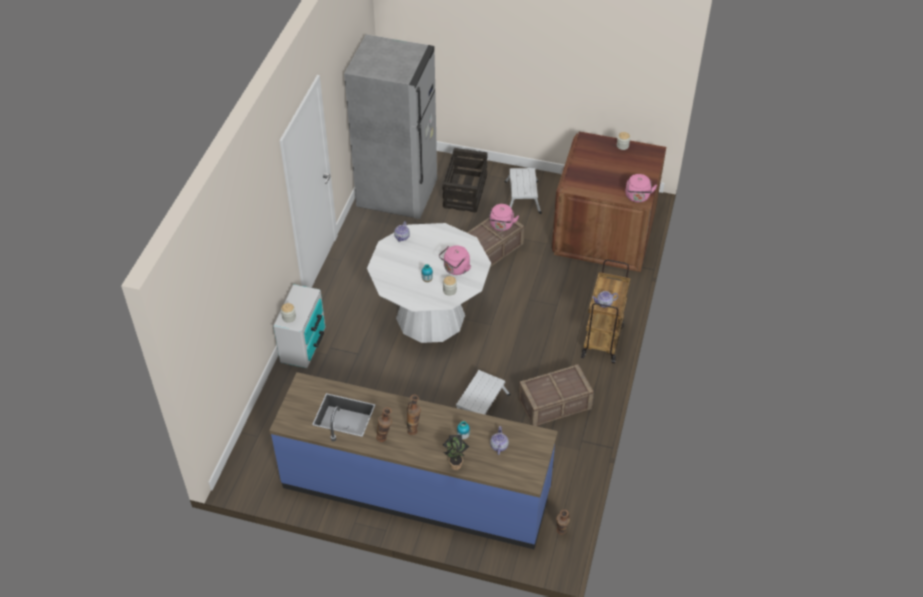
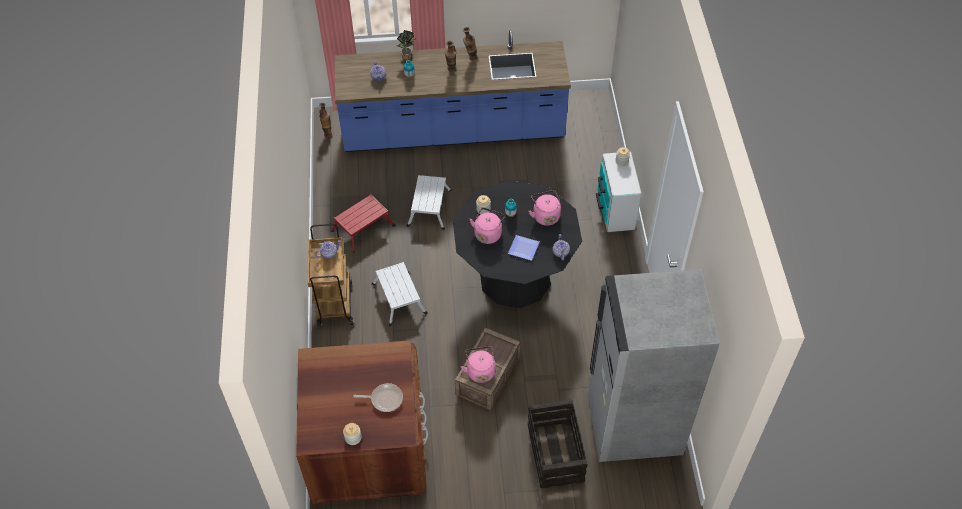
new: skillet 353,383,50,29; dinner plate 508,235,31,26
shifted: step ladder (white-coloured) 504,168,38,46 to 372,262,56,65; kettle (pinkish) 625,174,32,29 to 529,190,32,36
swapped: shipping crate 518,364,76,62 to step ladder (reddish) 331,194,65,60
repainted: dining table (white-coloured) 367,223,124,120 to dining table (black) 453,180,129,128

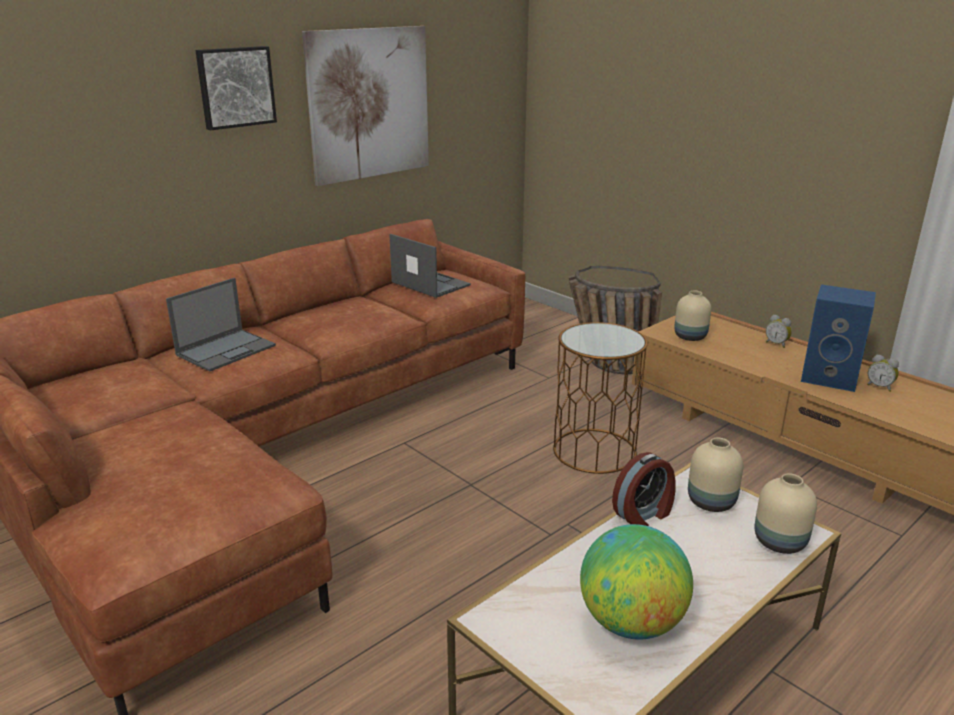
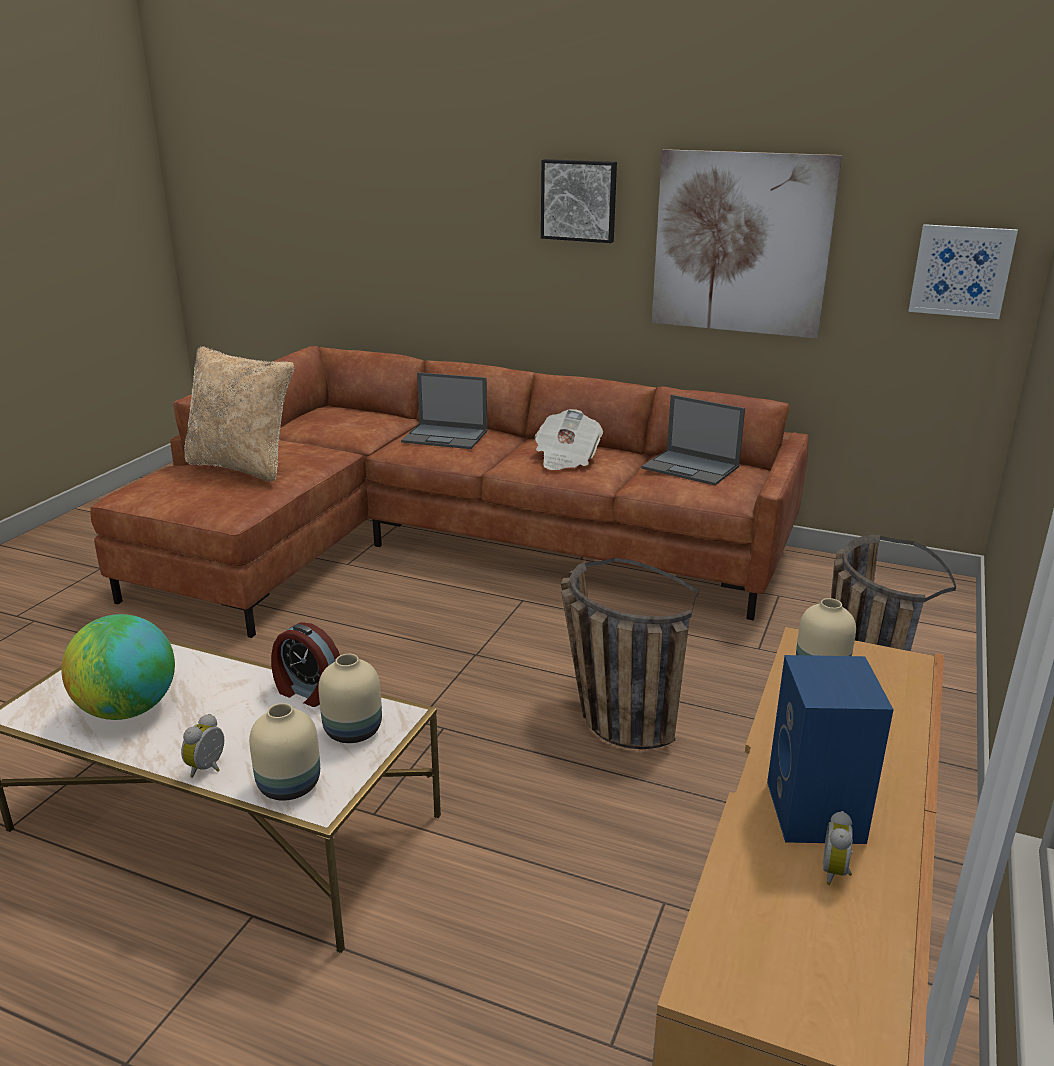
new: pillow (beige-coloured) 184,346,110,136; daily paper 535,409,68,61; wall art 908,224,110,95
shifted: table clock 766,314,26,34 to 181,714,43,64
swapped: side table (brown-coloured) 553,322,95,152 to household basket 561,558,138,191
rotated: notebook computer 389,234,82,64 = 642,395,103,90 105 degrees clockwise

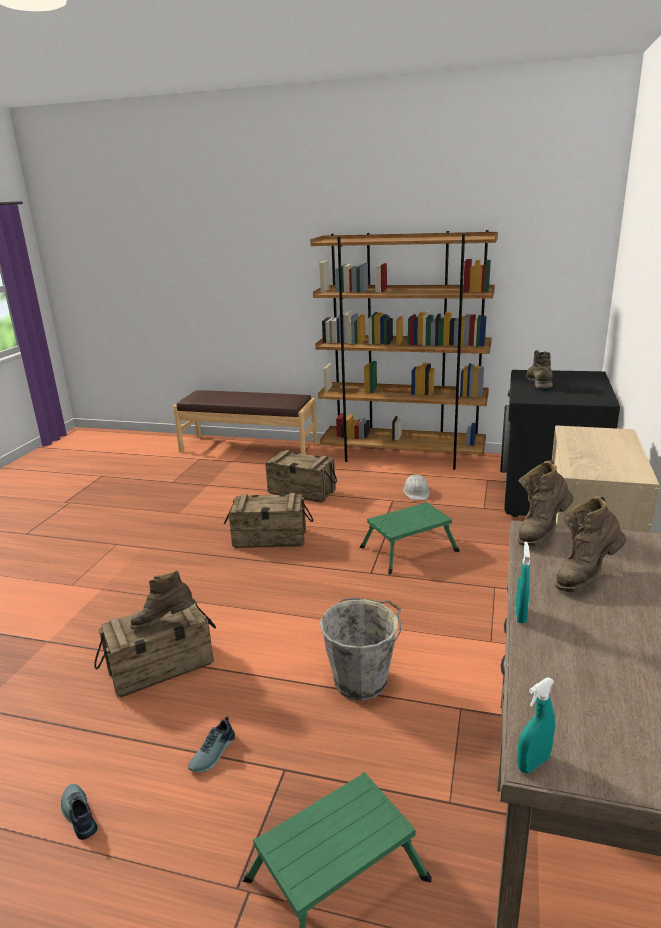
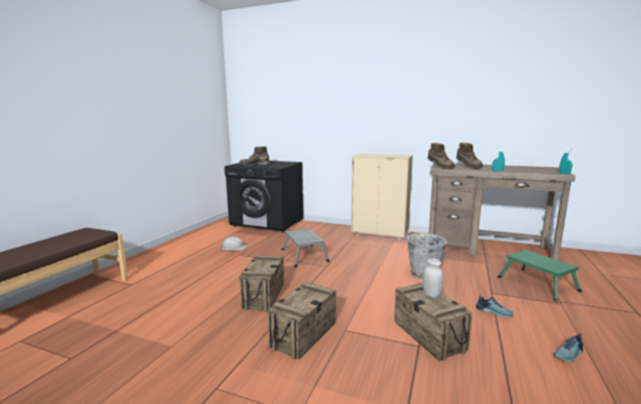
gone: bookshelf (brown-coloured) 310,230,188,240
shifted: shipping crate 265,450,72,53 to 267,282,69,77
swapped: high-top boot (brown-coloured) 130,570,65,59 to jar (white-coloured) 423,258,20,40
repainted: step ladder (green) 359,502,101,72 to step ladder (greyish) 281,228,49,39

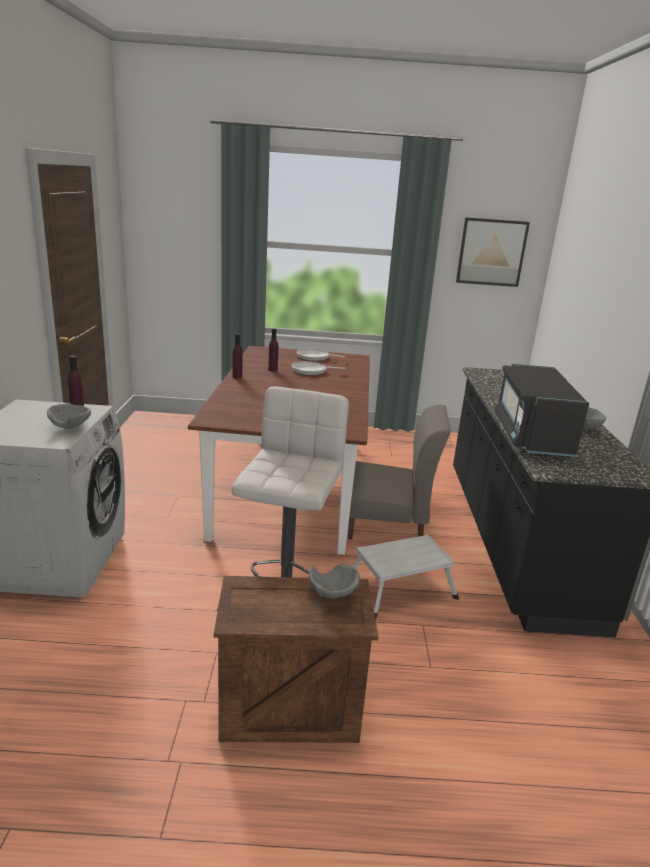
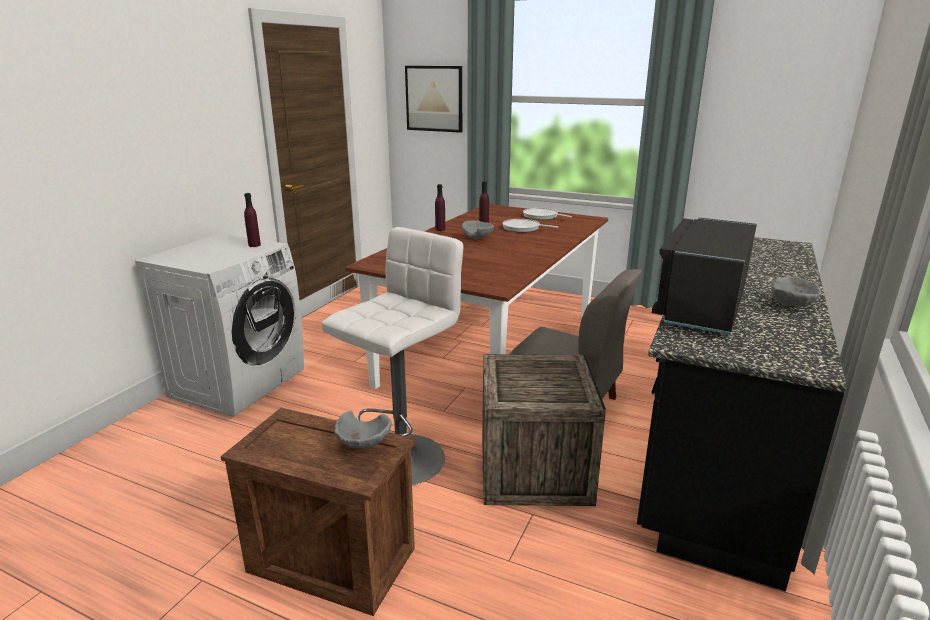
shifted: bowl (greyish) 47,403,44,26 to 462,220,32,20; wall art 456,217,74,70 to 405,66,57,67
swapped: step ladder (white-coloured) 353,535,106,85 to shipping crate 482,354,124,152

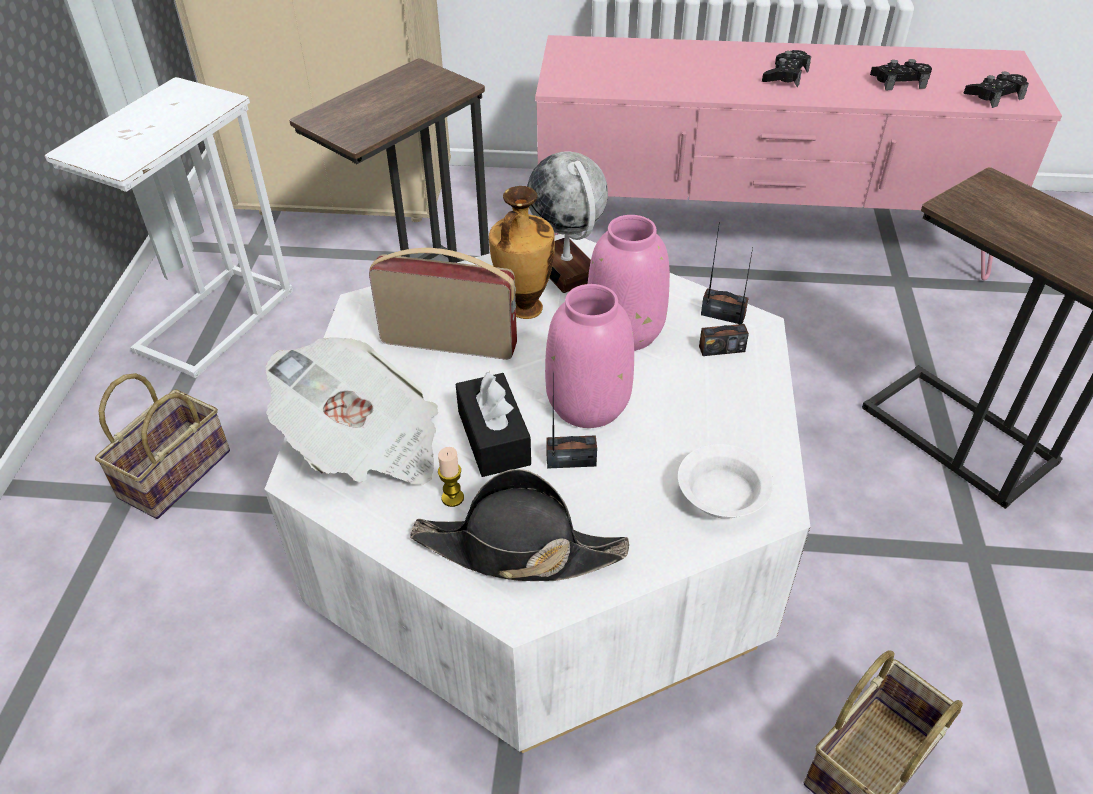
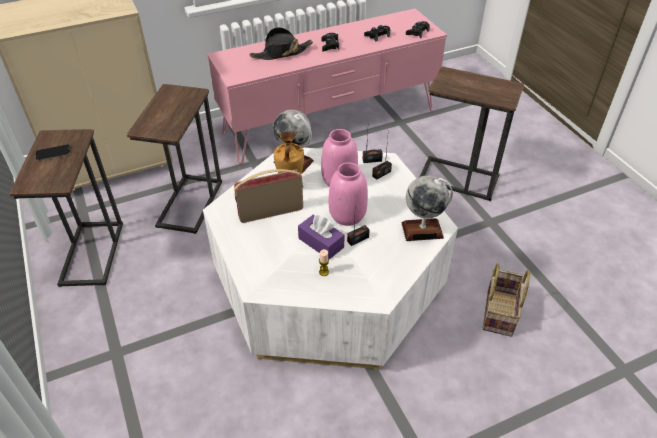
gone: household basket 95,373,135,146; daily paper 266,337,172,148
new: telephone 36,144,35,17
shifted: hat (black) 410,469,219,112 to 249,27,64,33
swapped: bowl (white-coloured) 678,444,95,75 to desk globe 402,176,51,65
repainted: side table (white-coloured) 45,77,248,301 to side table (brown-coloured) 9,129,114,158; tissue holder (black) 456,371,75,106 to tissue holder (purplish) 298,214,47,45

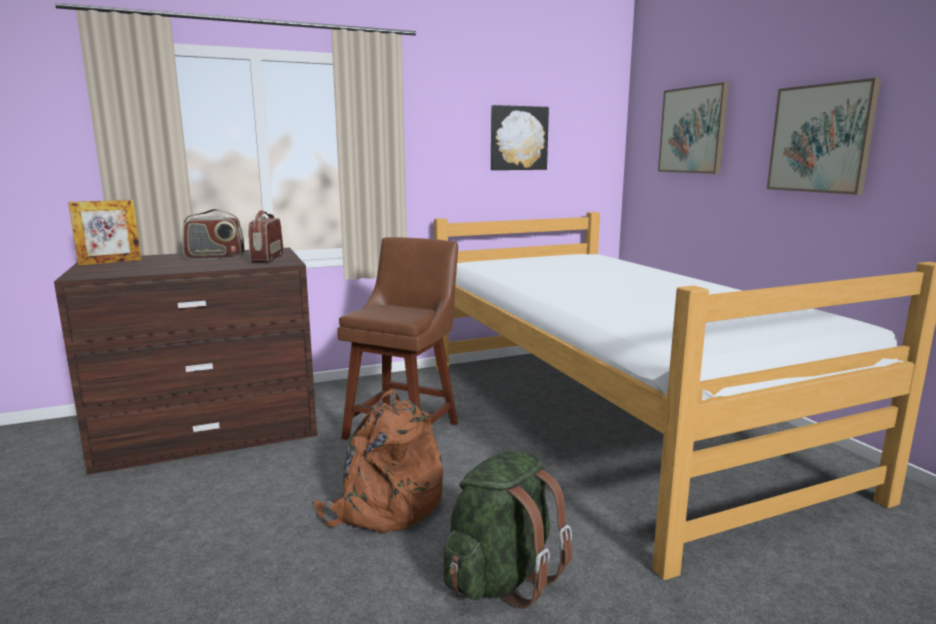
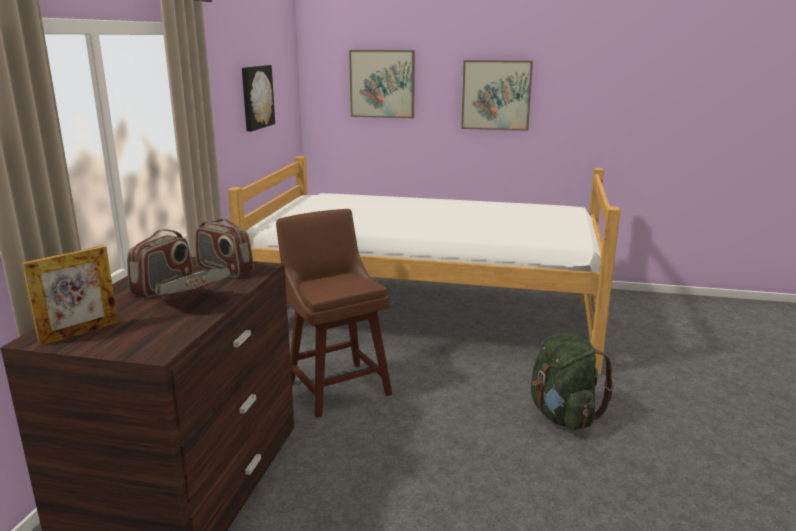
gone: knapsack (brown-coloured) 313,389,130,144
new: daily paper 155,268,76,27
rotated: standing frame 68,200,73,66 = 22,245,96,101 45 degrees clockwise

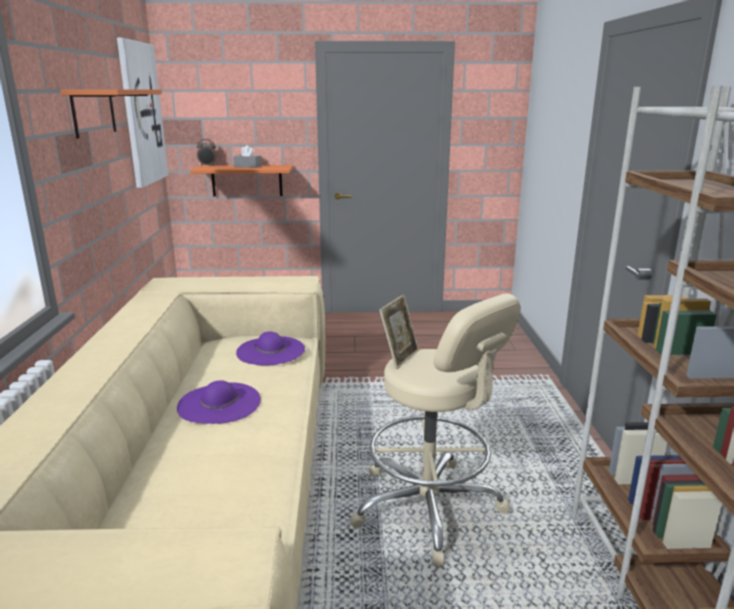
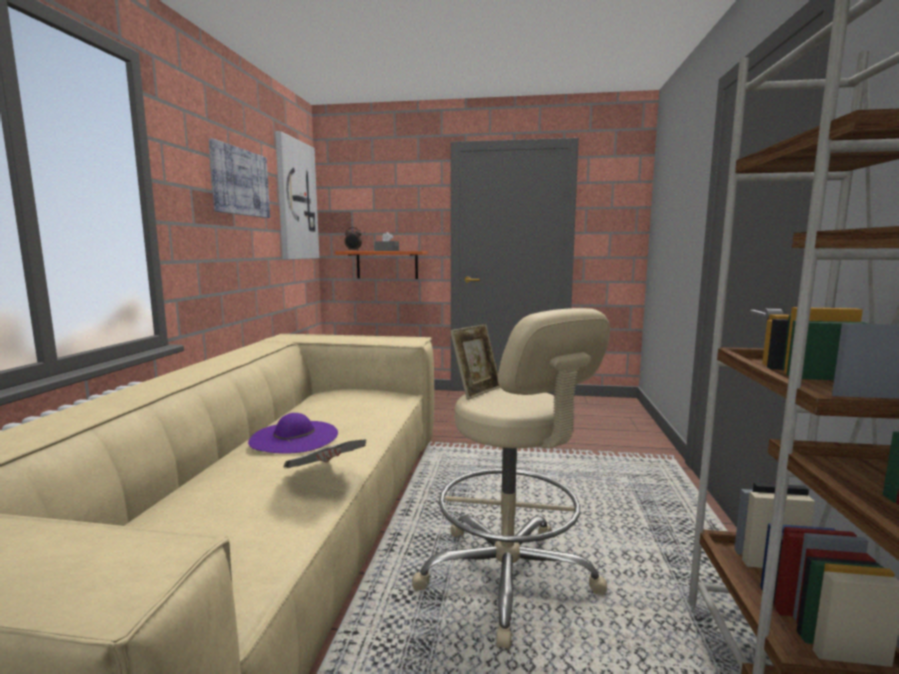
gone: hat (purplish) 236,331,69,35
new: daily paper 283,440,83,29
swapped: wall shelf (orange) 61,90,101,48 to wall art 209,138,61,80

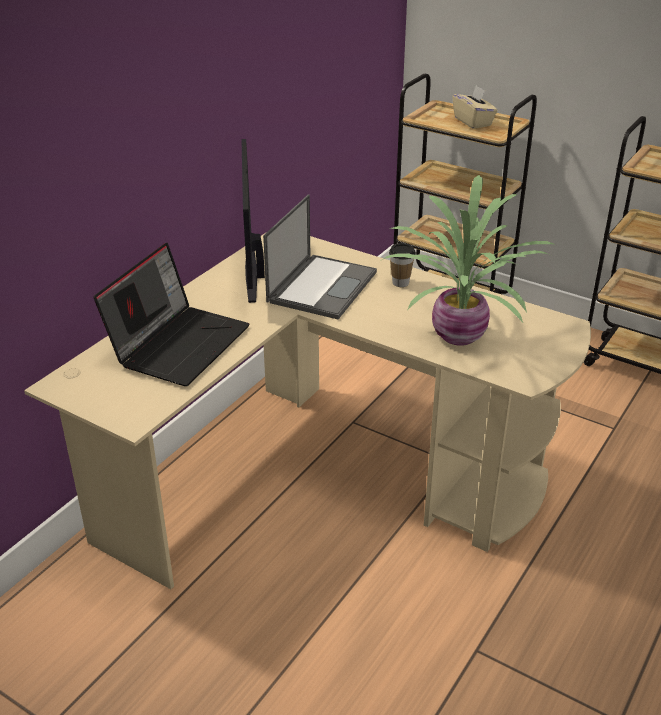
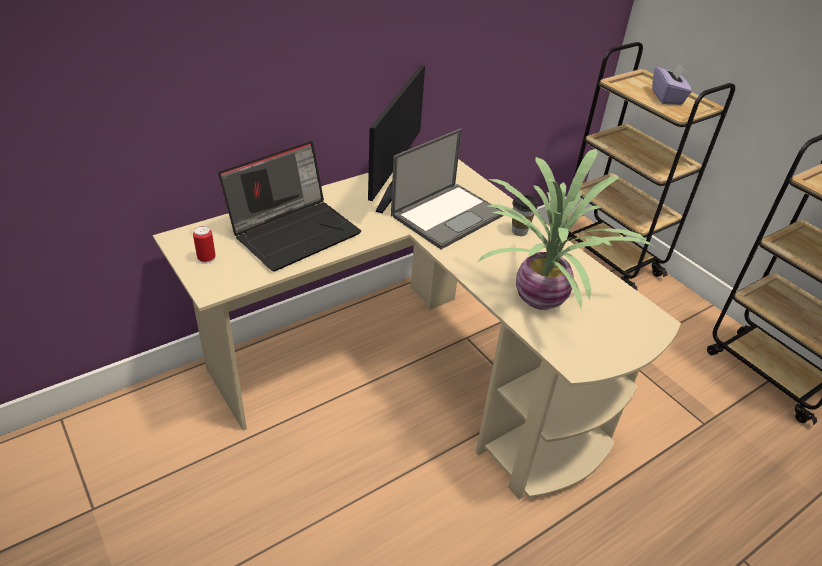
new: can 193,226,23,38
repainted: tissue holder (beige-coloured) 452,85,46,44 to tissue holder (purplish) 652,63,40,42

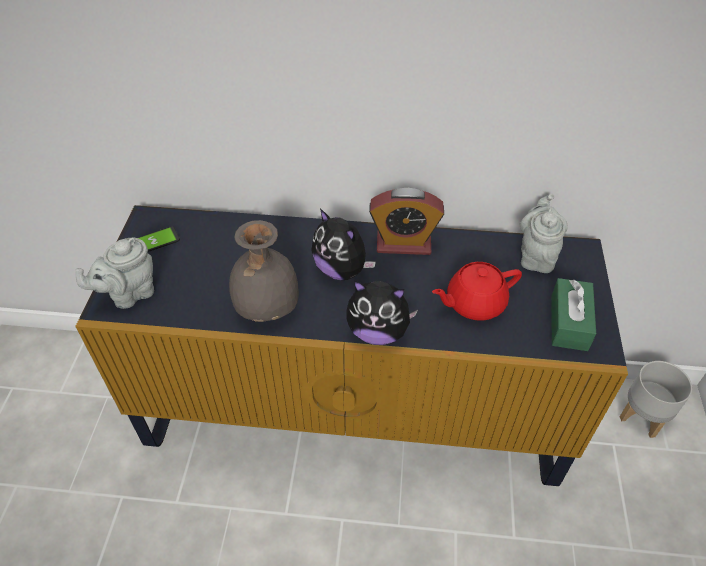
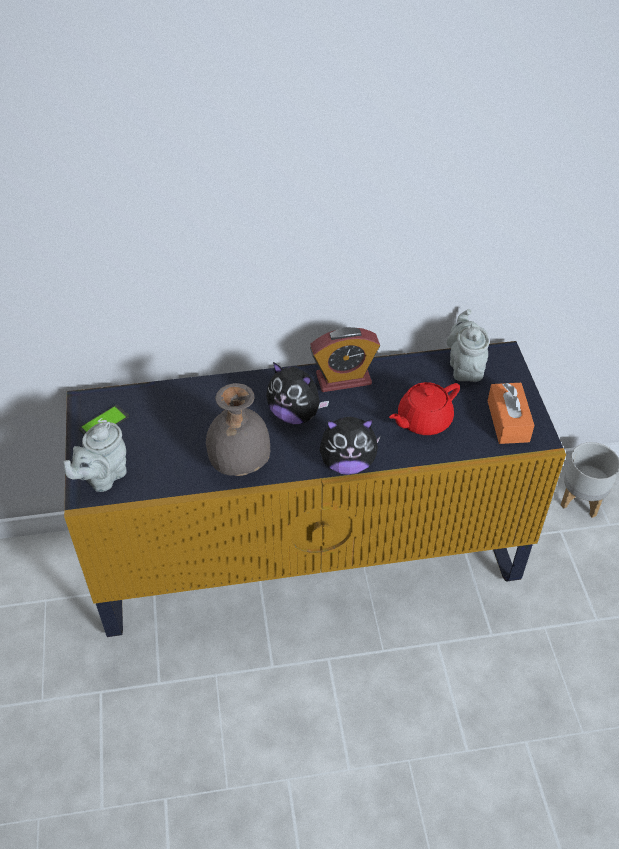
repainted: tissue holder (green) 551,278,45,73 to tissue holder (orange) 488,383,47,61

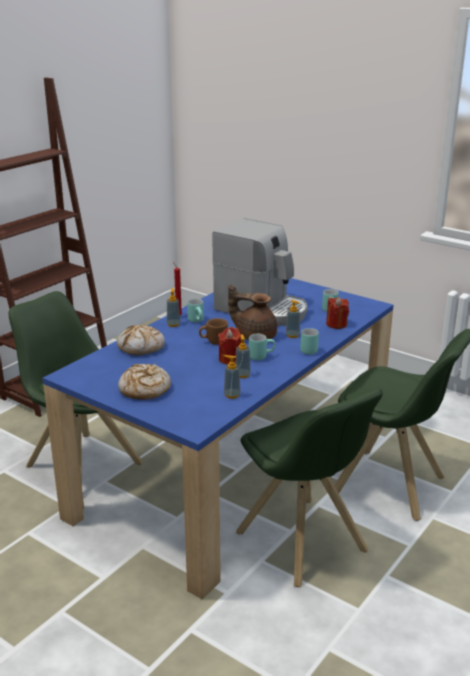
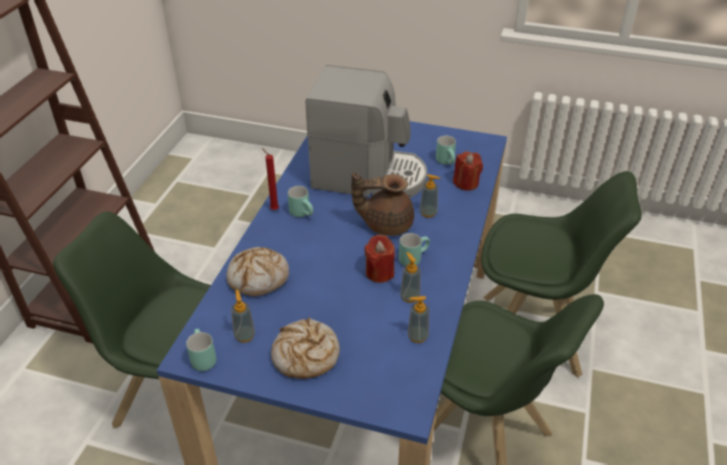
gone: mug (brown-coloured) 199,318,29,27
shifted: soap dispenser 167,288,14,39 to 231,289,24,54; mug (blue-green) 300,328,19,27 to 186,329,30,42

